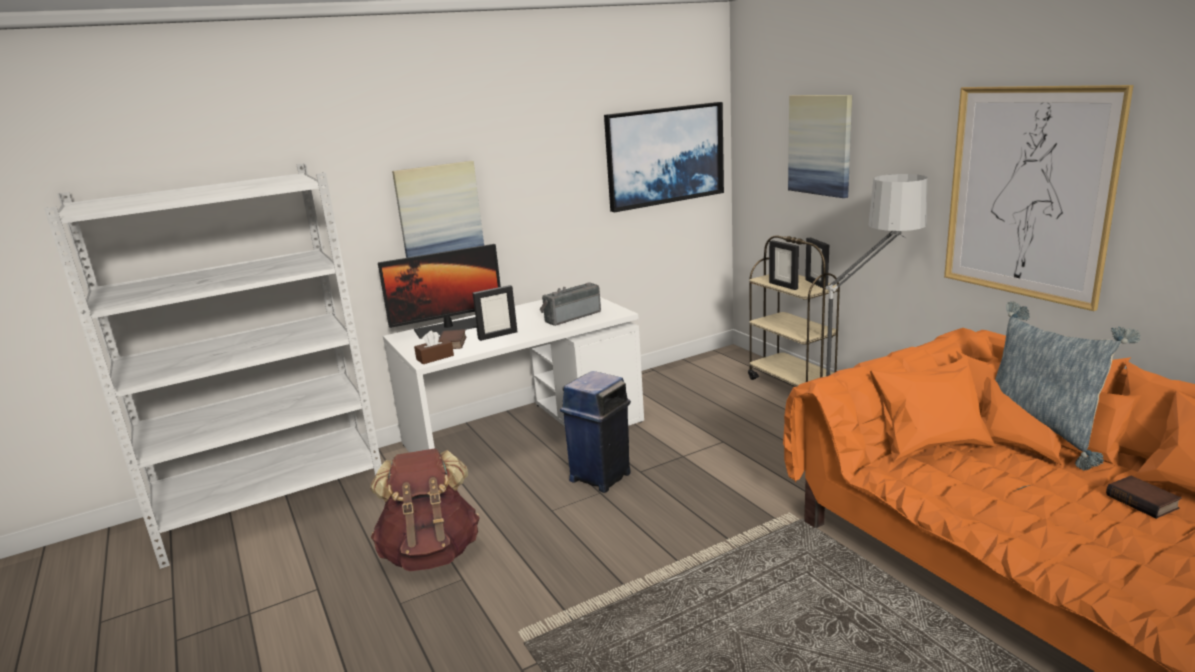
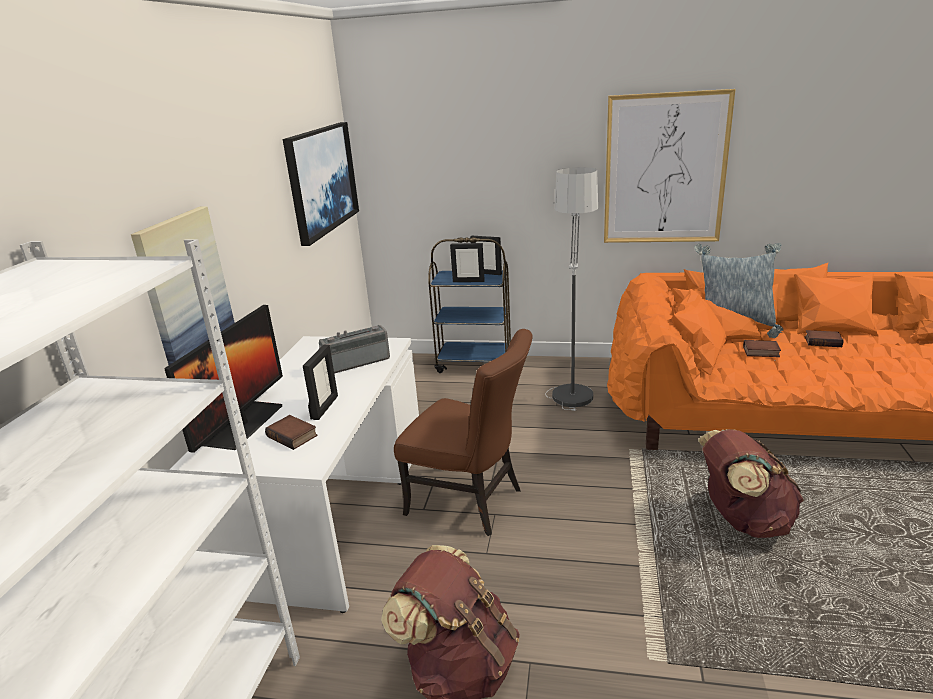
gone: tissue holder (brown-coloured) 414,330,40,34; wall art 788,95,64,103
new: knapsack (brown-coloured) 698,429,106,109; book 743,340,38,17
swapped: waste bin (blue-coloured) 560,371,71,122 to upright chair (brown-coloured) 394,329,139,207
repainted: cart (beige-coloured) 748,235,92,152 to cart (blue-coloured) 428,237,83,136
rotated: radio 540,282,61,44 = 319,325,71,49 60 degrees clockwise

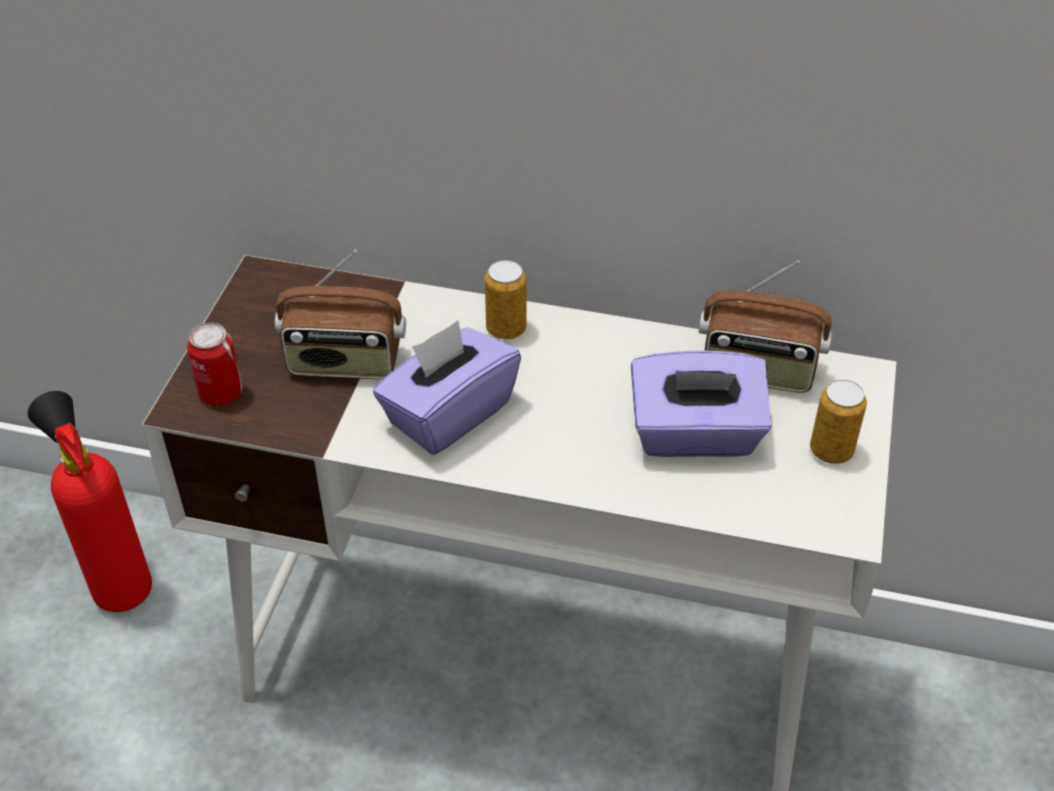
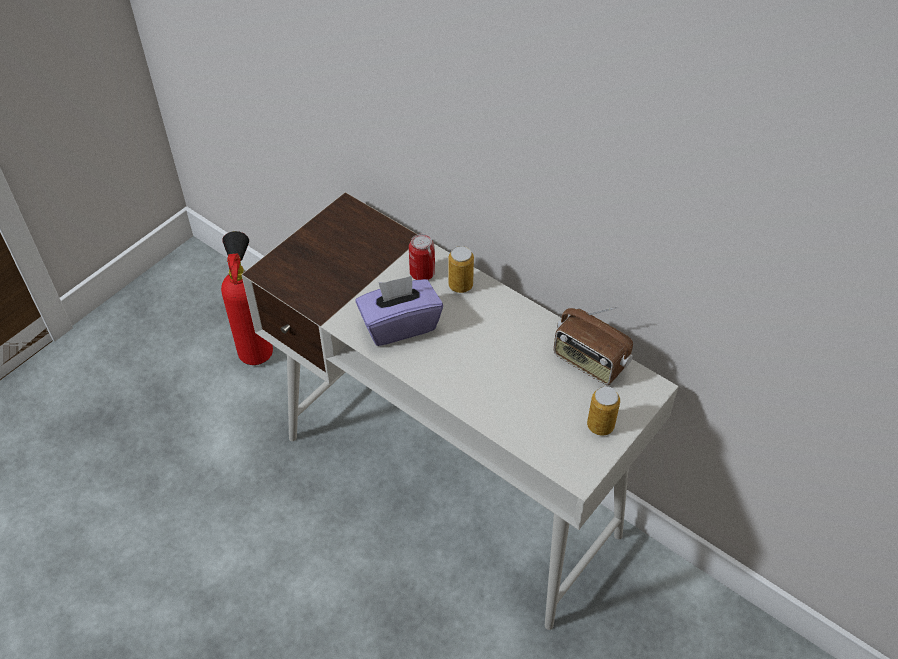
gone: radio 275,250,131,129; tissue holder (purplish) 631,350,141,107
shifted: can 187,323,55,83 to 409,234,26,46

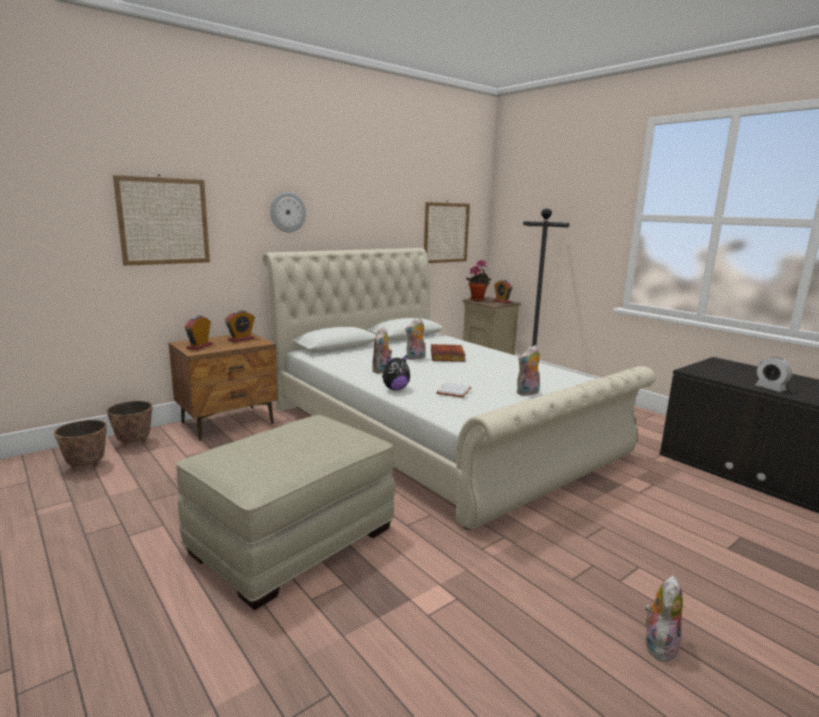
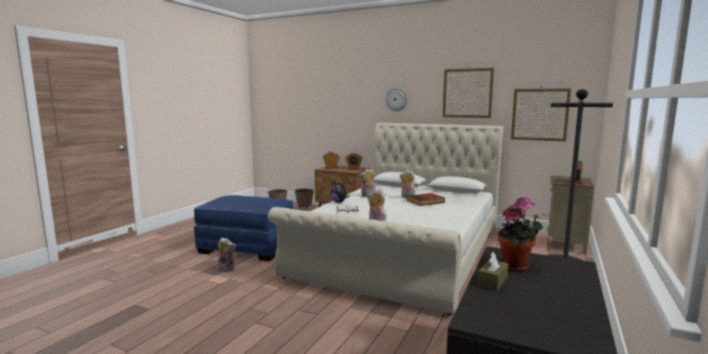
shifted: wall art 113,174,97,92 to 443,67,51,51; houseplant 466,260,25,41 to 498,197,45,74; plush toy 645,576,38,85 to 217,238,19,34
swapped: table clock 755,357,37,35 to tissue holder (brown-coloured) 478,252,30,38
repainted: ottoman (beige-coloured) 176,415,219,195 to ottoman (blue-coloured) 194,195,99,66

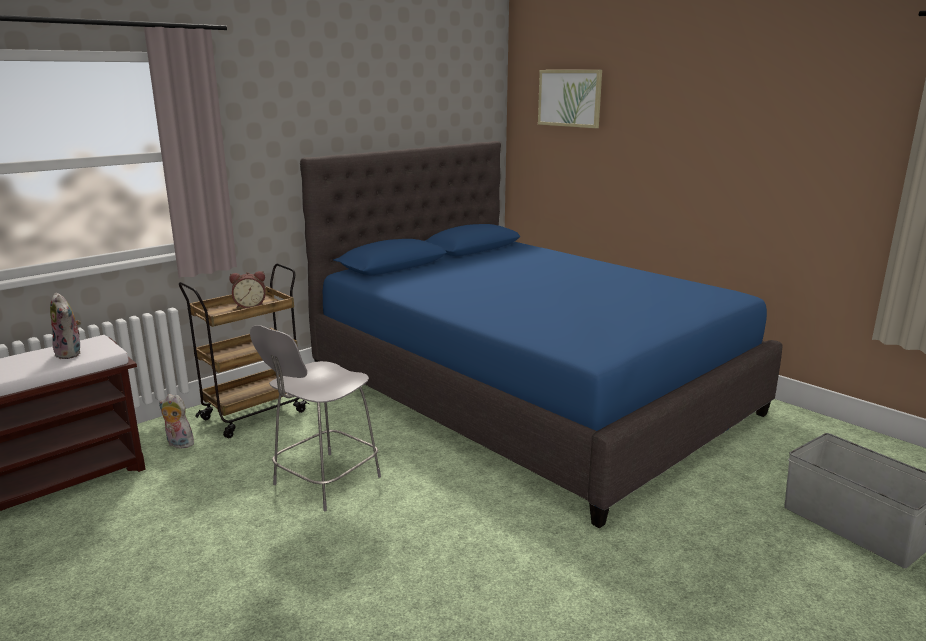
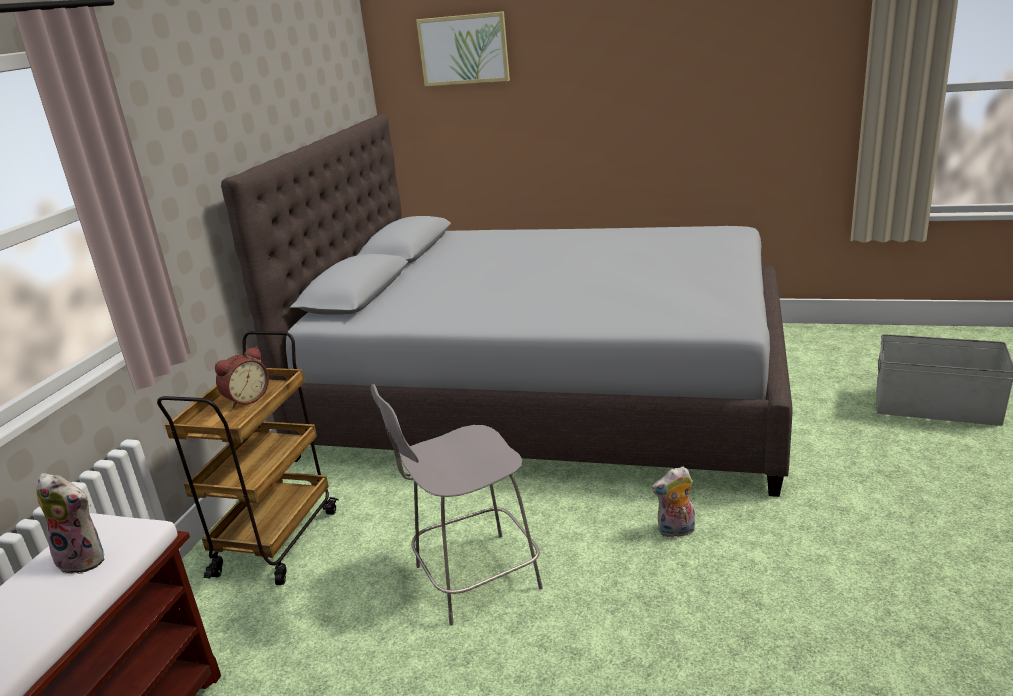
shifted: plush toy 159,394,35,55 to 651,466,44,72
repainted: bedroom bed (blue-coloured) 300,141,483,387 to bedroom bed (greyish) 221,114,572,383
rotated: upright chair (greyish) 250,325,131,186 = 370,384,173,242 60 degrees clockwise

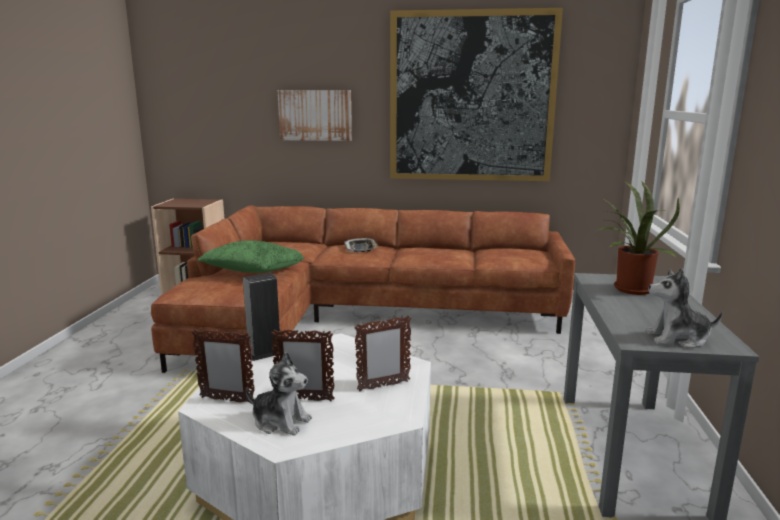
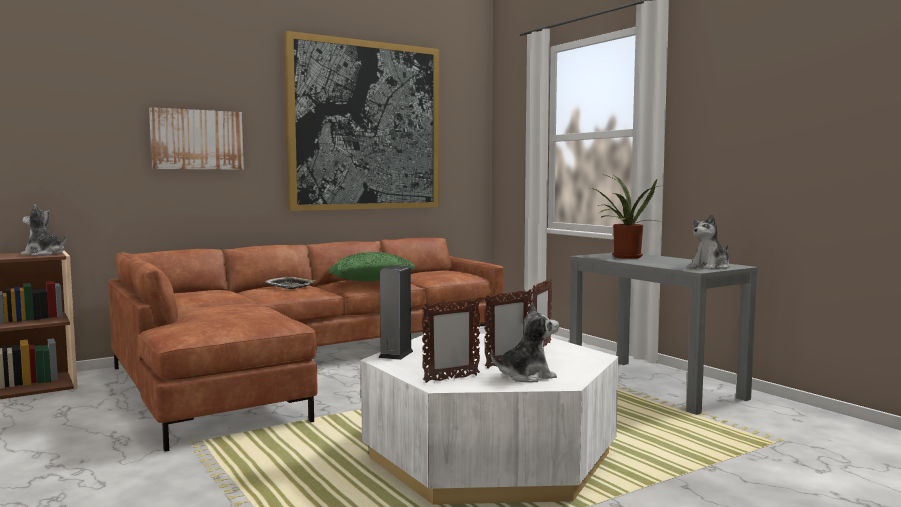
new: plush toy 21,204,46,52
shifted: pillow (green) 198,240,106,33 to 329,252,86,29

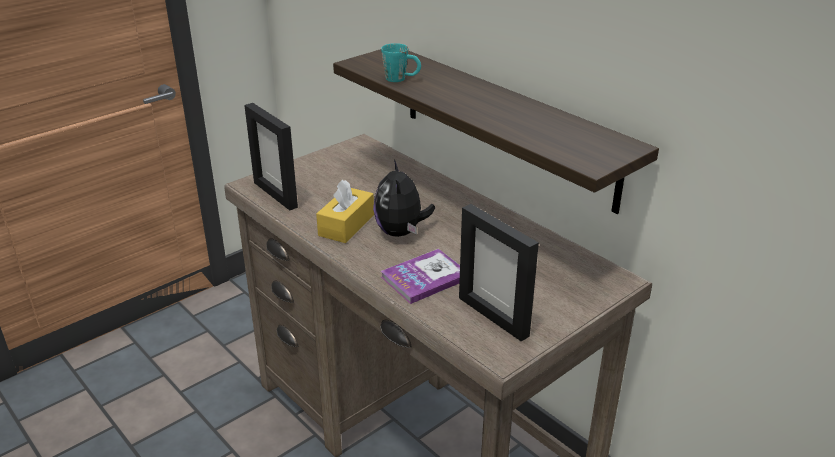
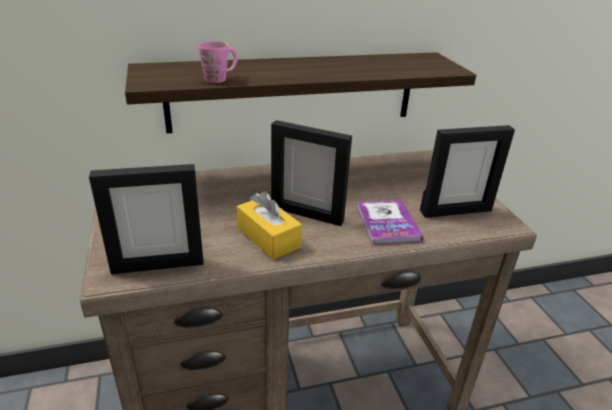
swapped: plush toy 373,160,62,77 to standing frame 271,120,81,106
repainted: mug (blue-green) 381,43,40,39 to mug (pinkish) 198,41,40,42

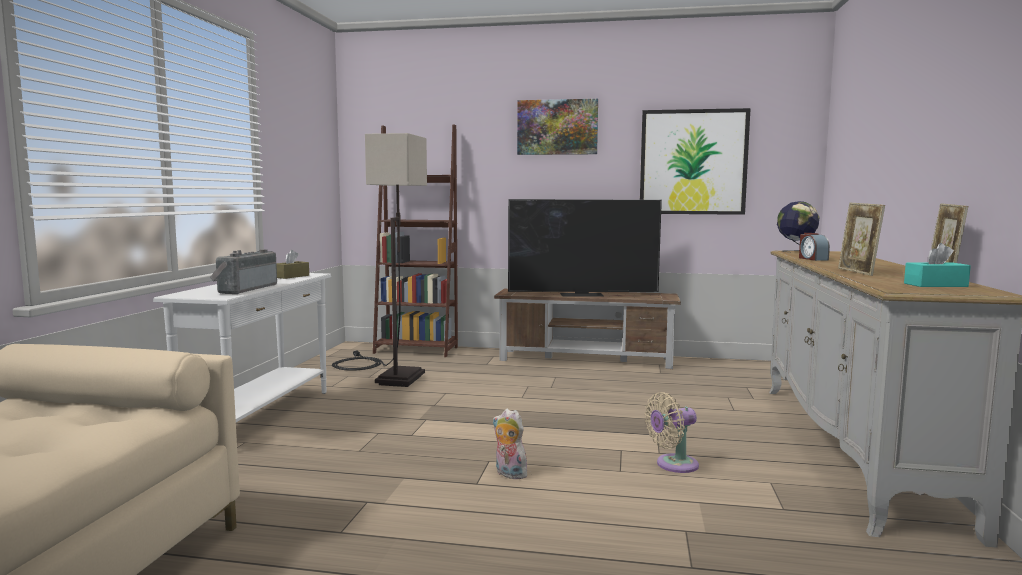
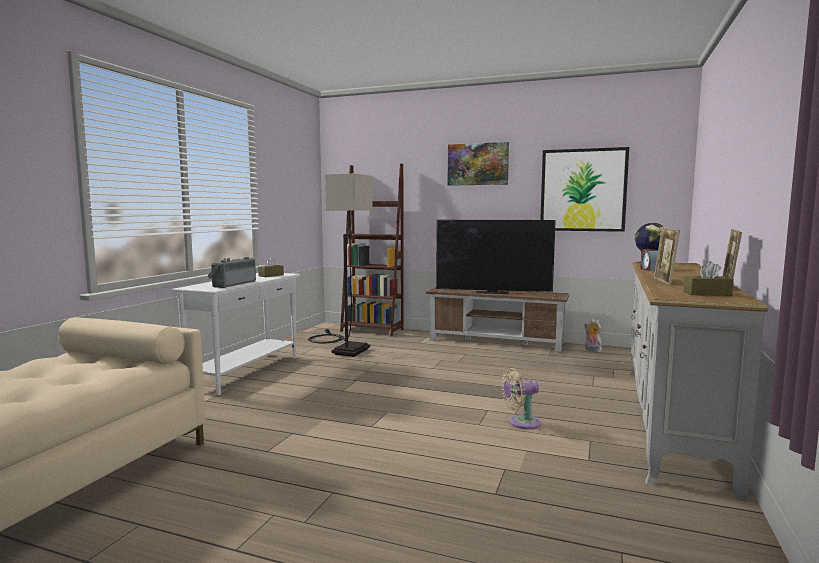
shifted: plush toy 492,408,35,72 to 584,319,18,34
repainted: tissue holder (blue-green) 904,243,67,44 to tissue holder (brown-coloured) 683,261,51,35

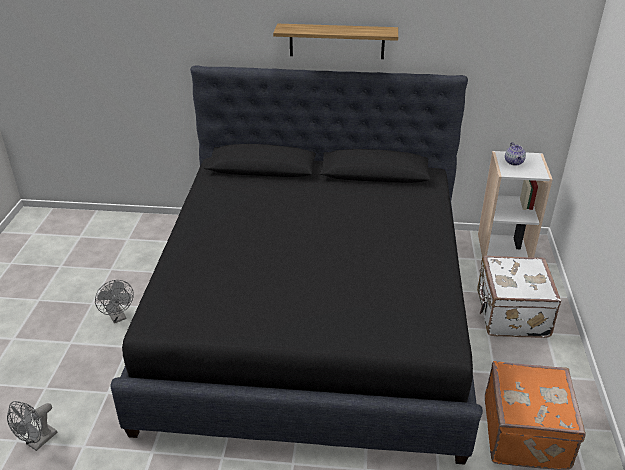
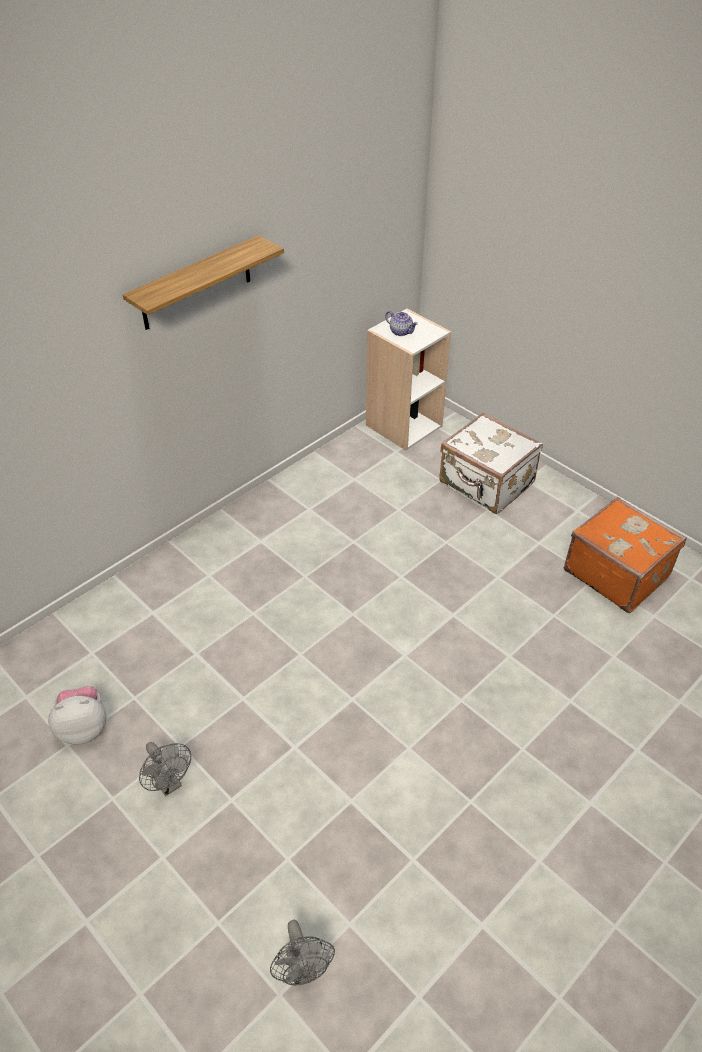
gone: bedroom bed (black) 110,65,373,400
new: plush toy 48,686,59,59
rotated: electric fan (greyish) 95,280,39,43 = 139,742,52,54 45 degrees clockwise

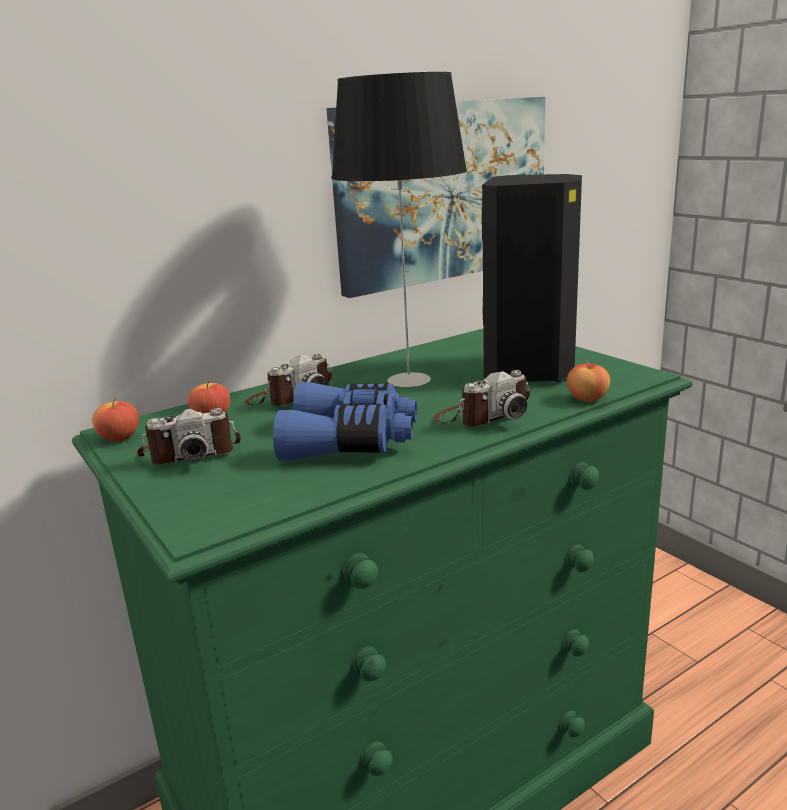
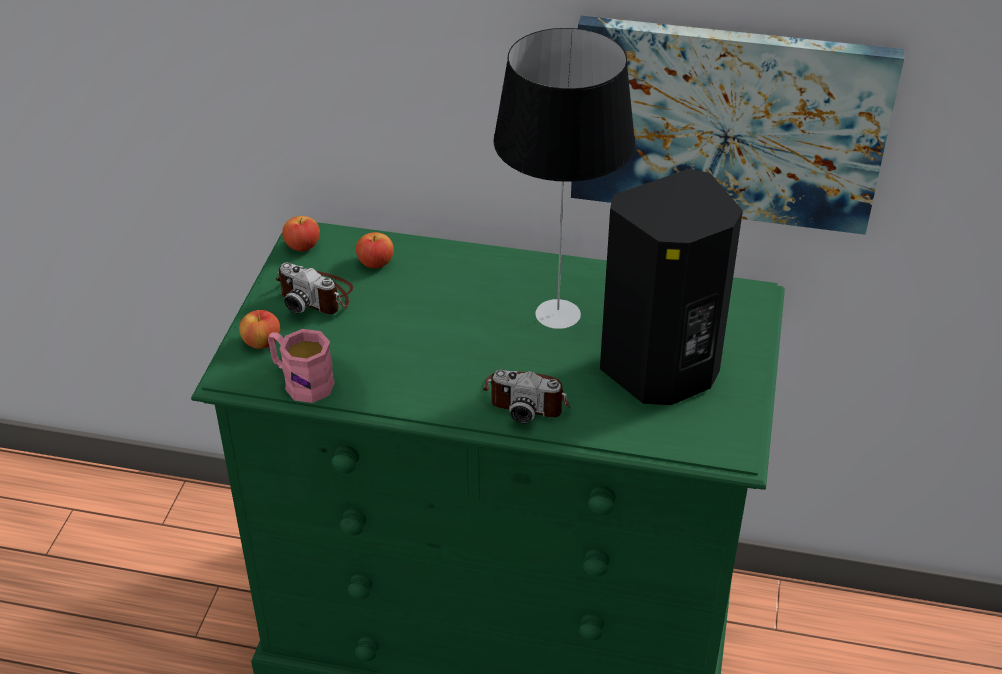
gone: still camera 245,354,87,52; binoculars (blue-coloured) 273,382,144,78
new: mug (pinkish) 268,329,67,74
shifted: apple fruit 567,359,43,43 to 239,310,41,39

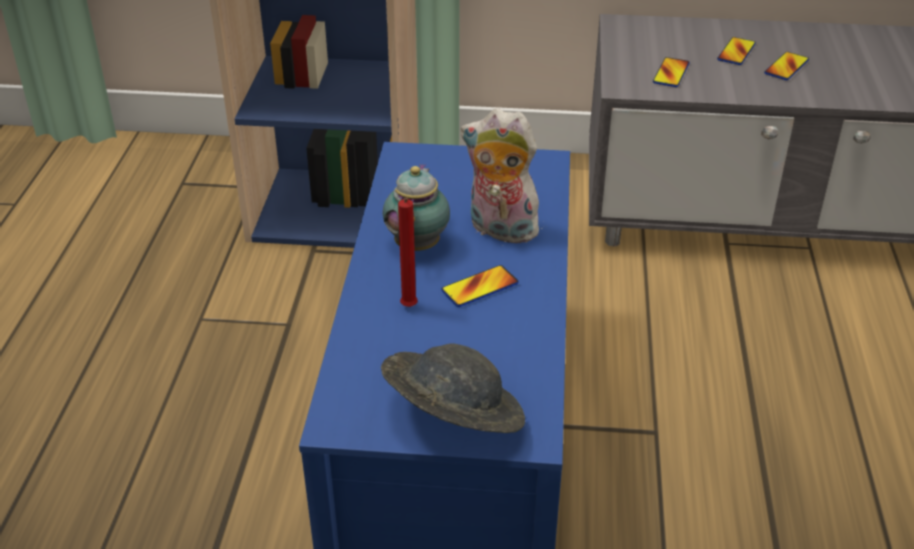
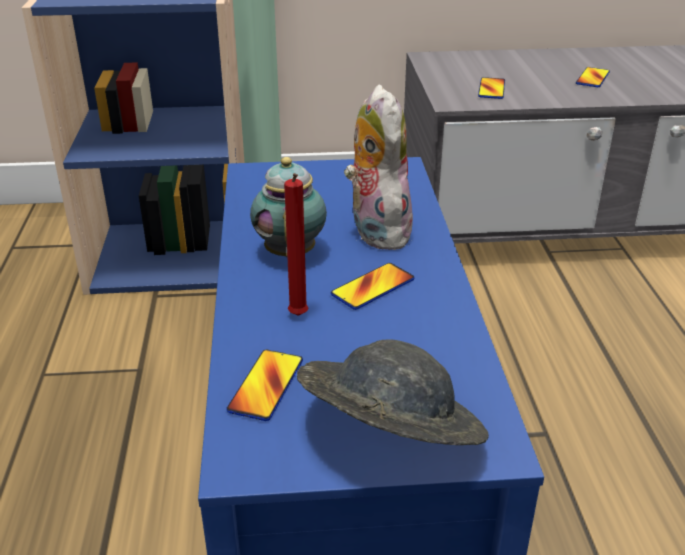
shifted: telephone 717,37,39,28 to 226,349,77,72
rotated: plush toy 461,108,81,138 = 344,85,72,165 60 degrees clockwise

